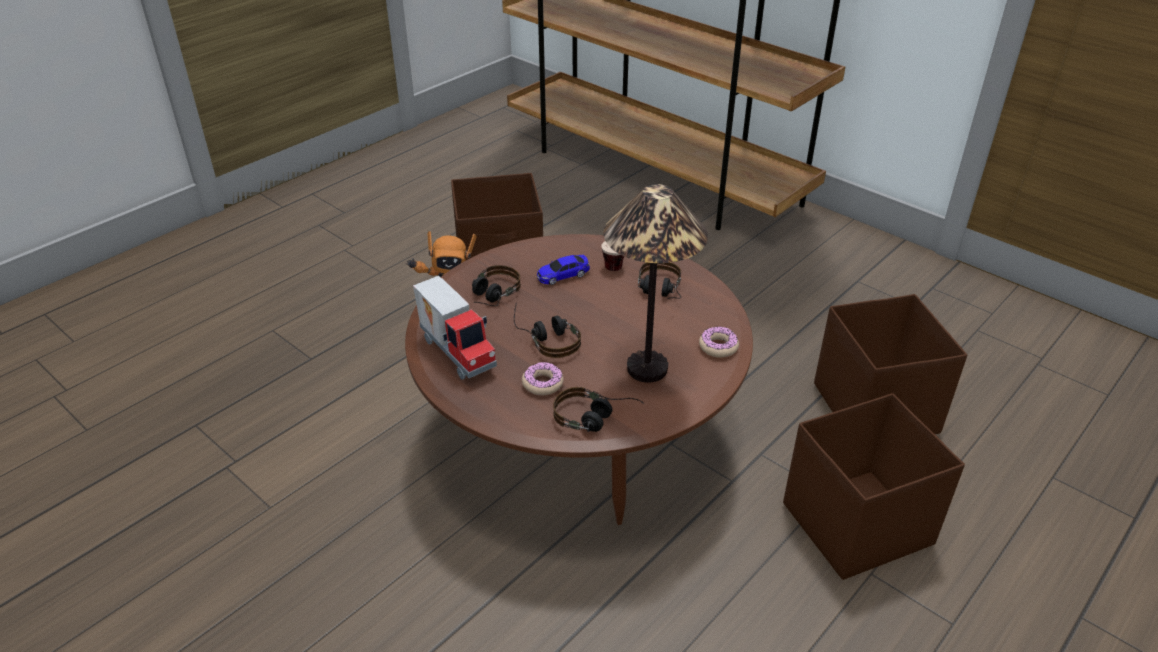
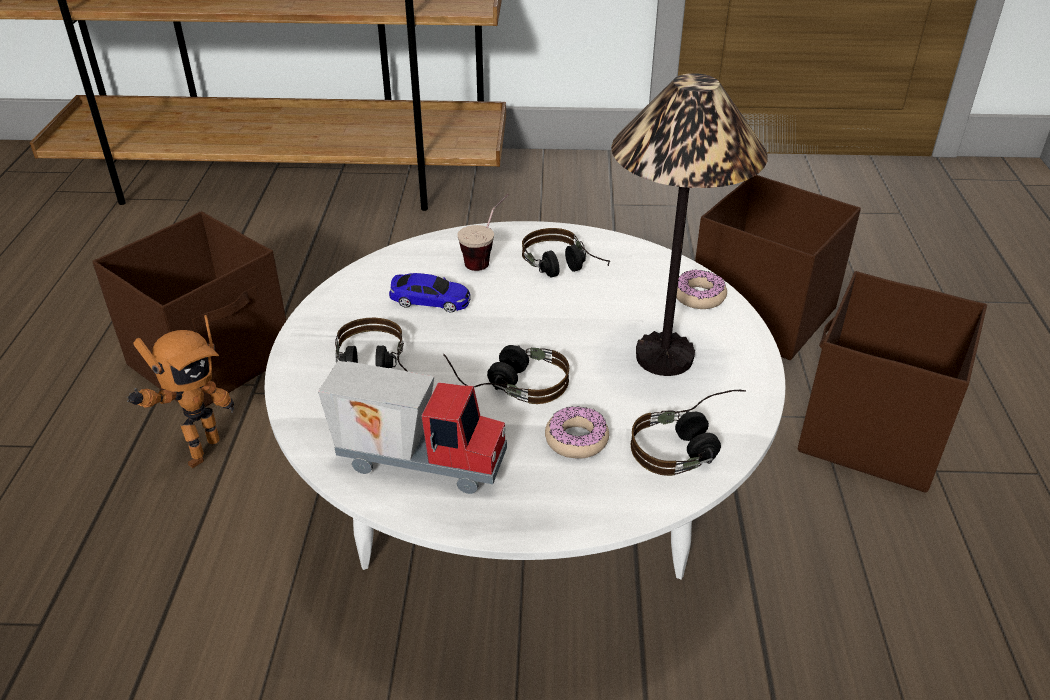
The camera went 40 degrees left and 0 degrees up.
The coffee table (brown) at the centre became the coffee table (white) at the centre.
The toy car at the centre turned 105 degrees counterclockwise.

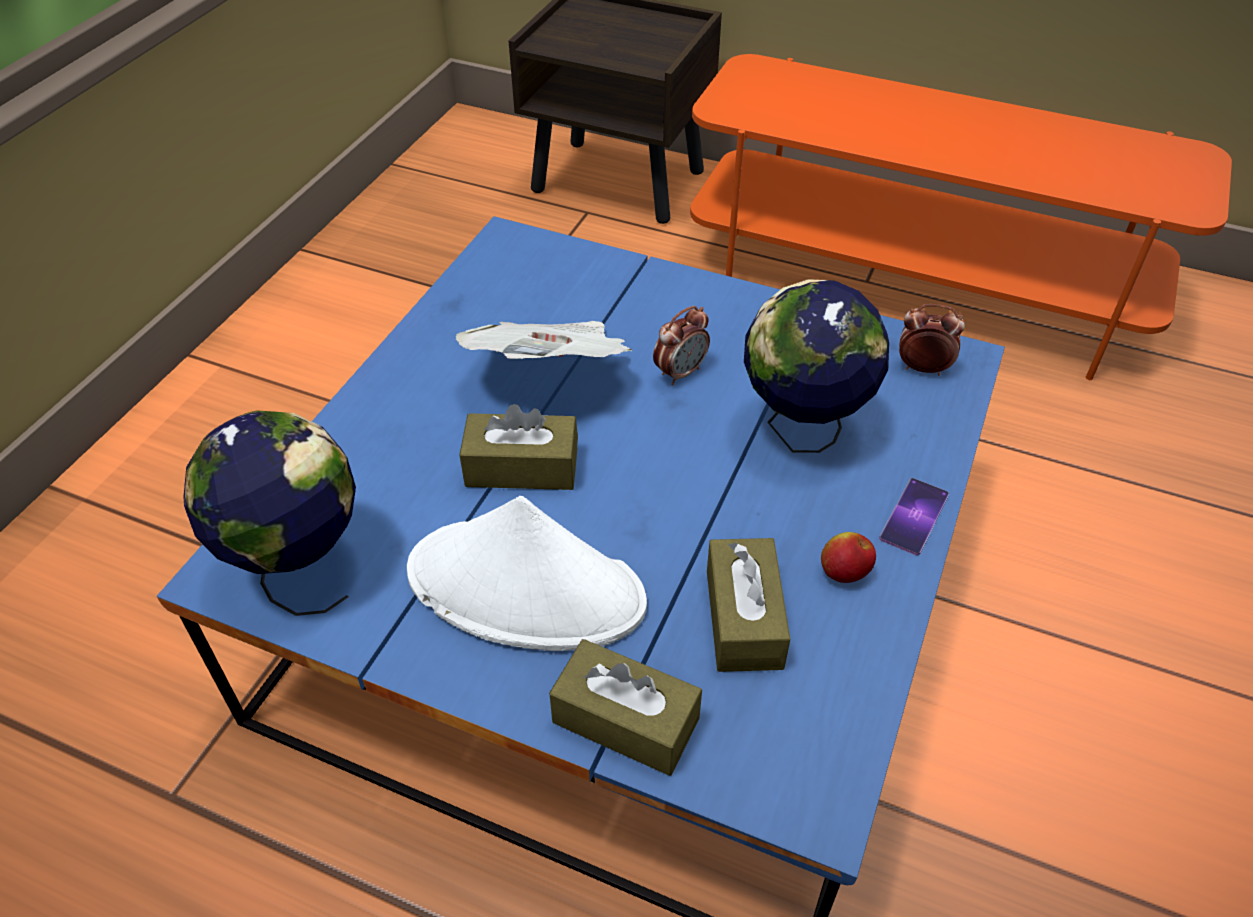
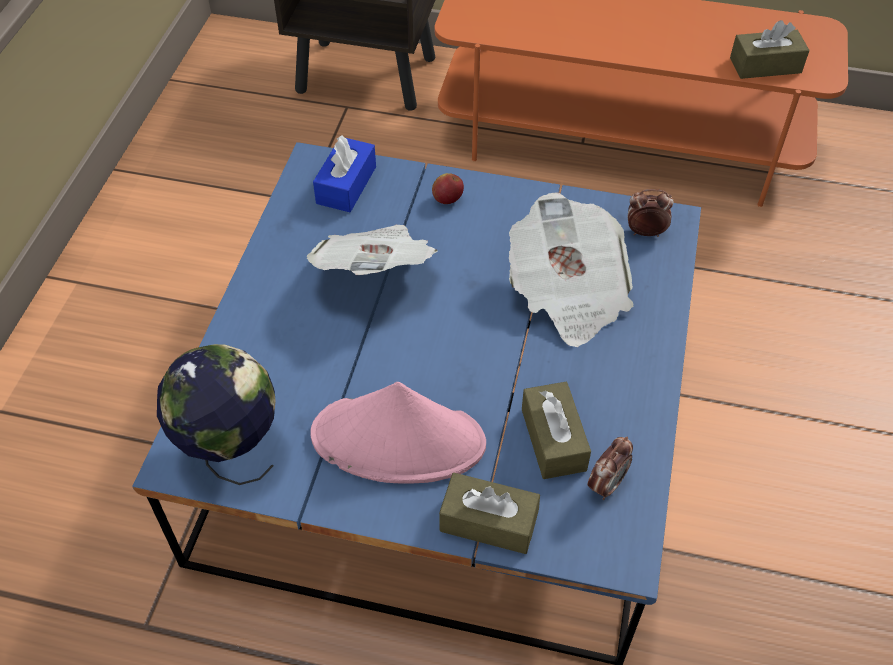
The camera went 10 degrees left and 5 degrees up.
The globe (2nd from left) at the centre was replaced by the newspaper (2nd from left) at the centre.
The alarm clock (1st from left) moved from the centre to the bottom right.
The tissue box (brown) (1st from left in the first image) moved from the centre to the top right.
The phone at the middle right disappeared.
The hat (white) at the centre became the hat (pink) at the centre.
The apple moved from the middle right to the top centre.
The tissue box (blue) at the top centre appeared.

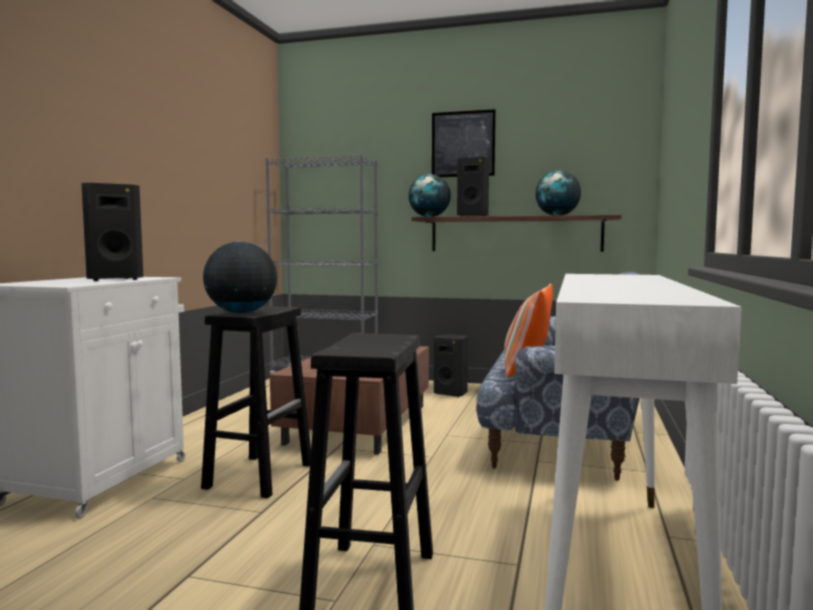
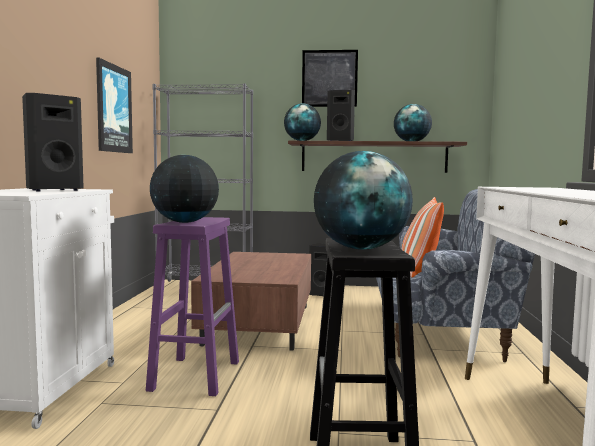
The camera went 10 degrees left and 0 degrees up.
The stool (black) (1st from left) at the middle left became the stool (purple) at the bottom left.
The picture (1st from left) at the top left appeared.
The globe (3rd from left) at the centre appeared.

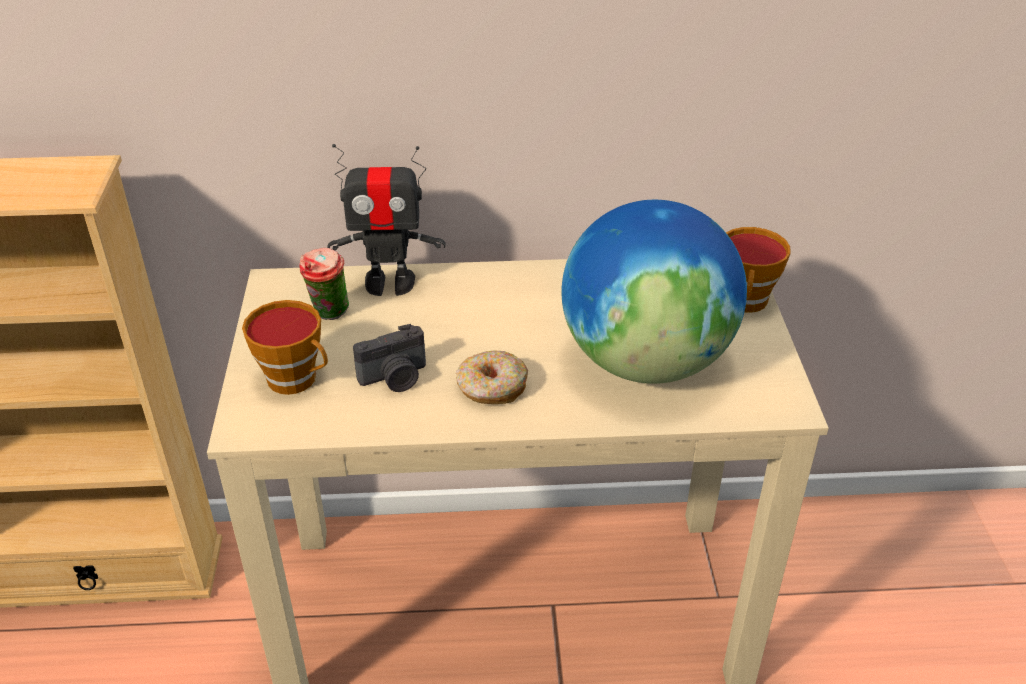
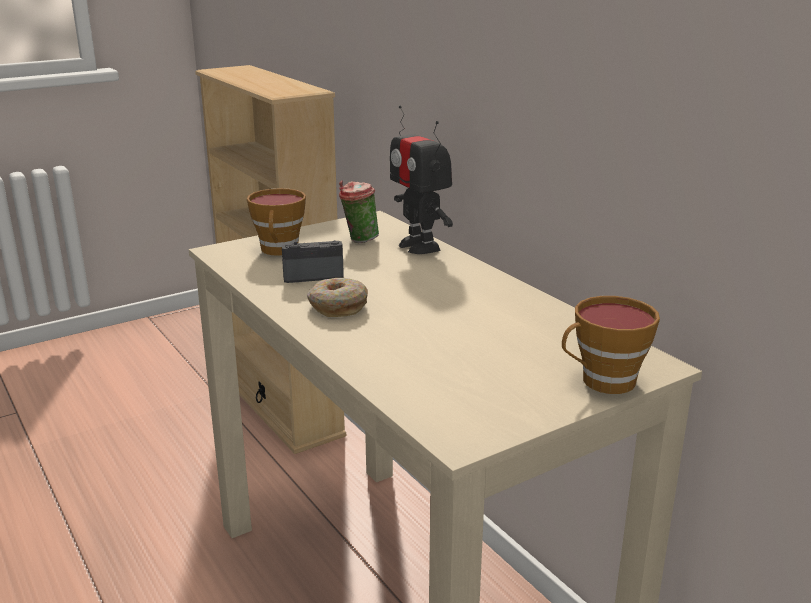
The camera went 60 degrees right and 15 degrees down.
The globe at the centre disappeared.
The photo camera at the centre turned 135 degrees clockwise.

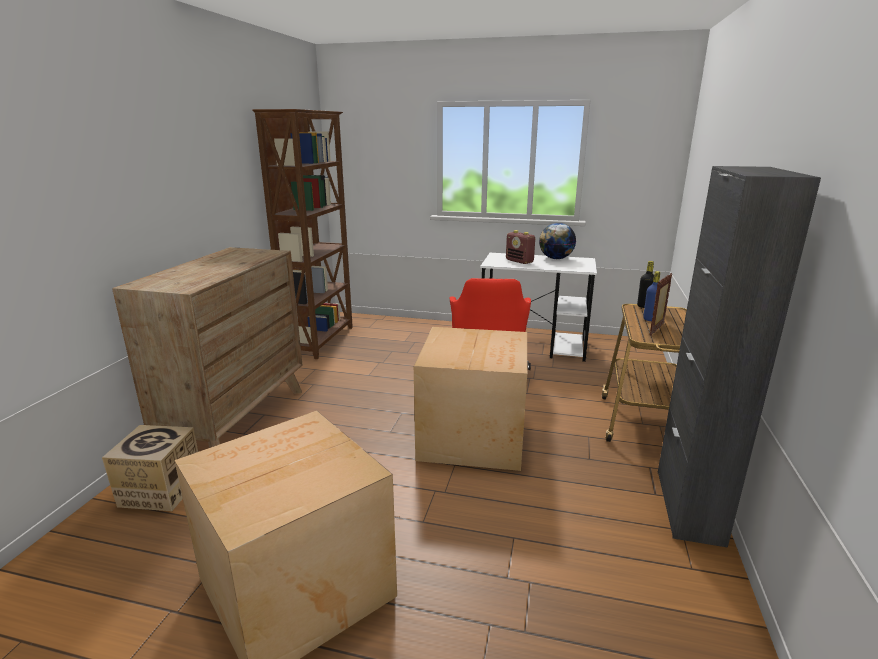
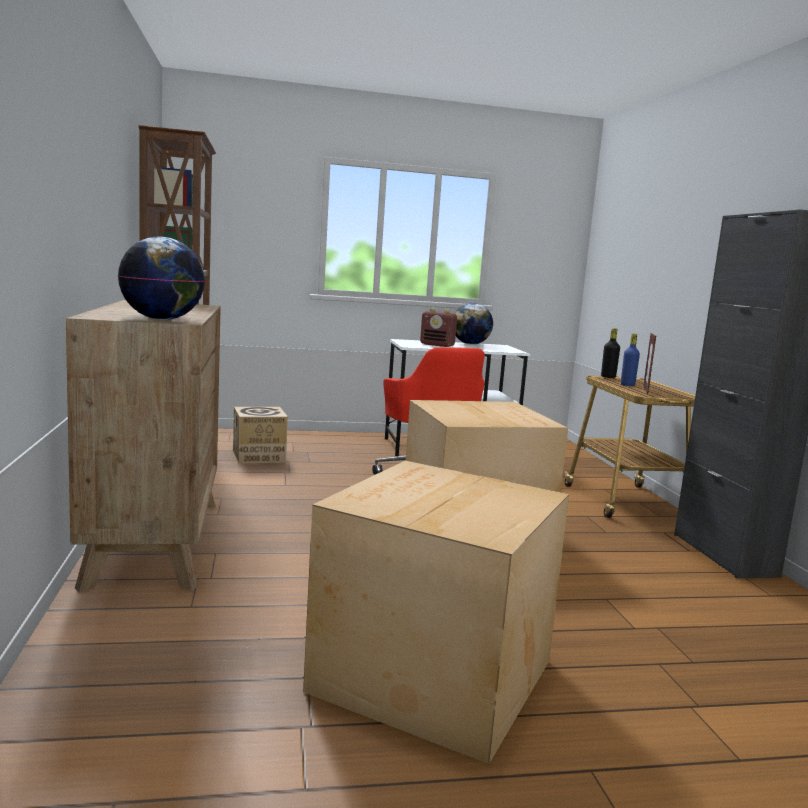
The camera went 25 degrees left and 10 degrees down.
The cardboard box (1st from left) moved from the bottom left to the middle left.
The globe (1st from left) at the middle left appeared.

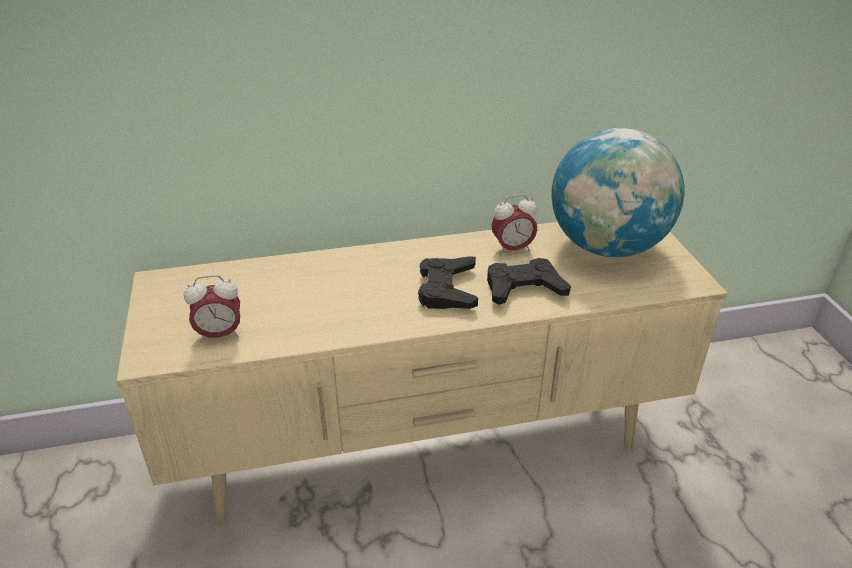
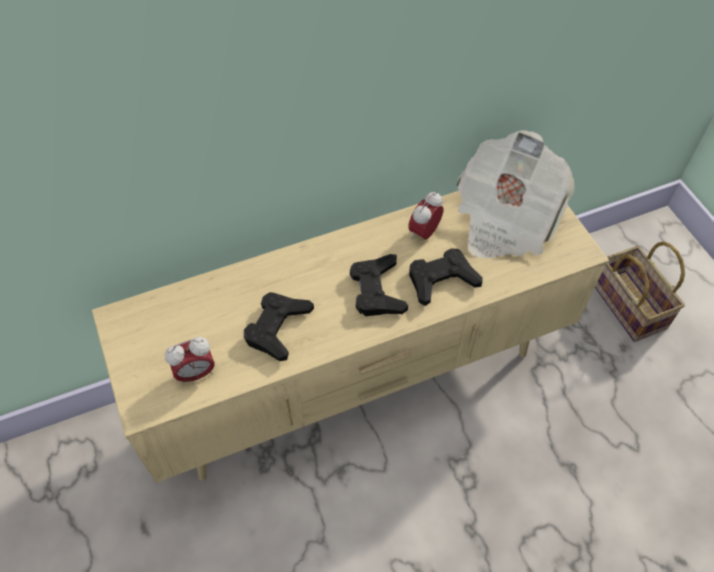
The camera went 10 degrees left and 20 degrees up.
The globe at the middle right was replaced by the newspaper at the middle right.
The alarm clock (2nd from left) at the centre turned 150 degrees clockwise.
The basket at the middle right appeared.
The game controller (black) (1st from left) at the centre appeared.

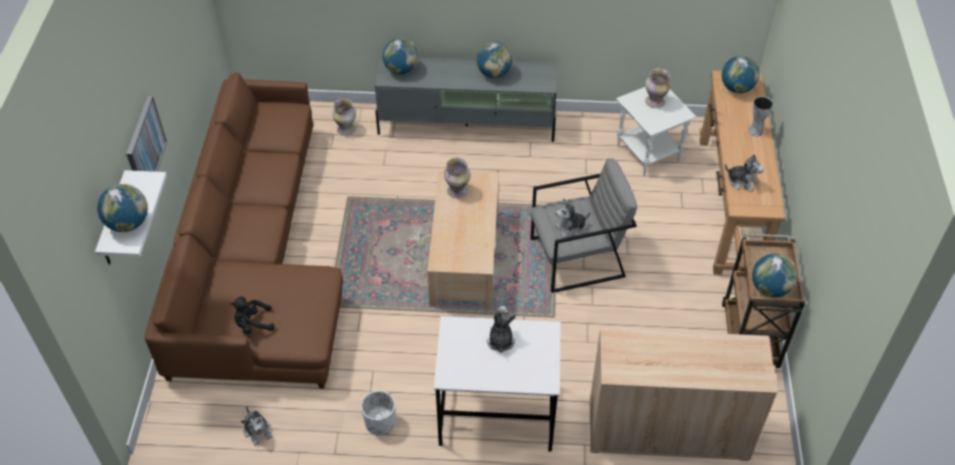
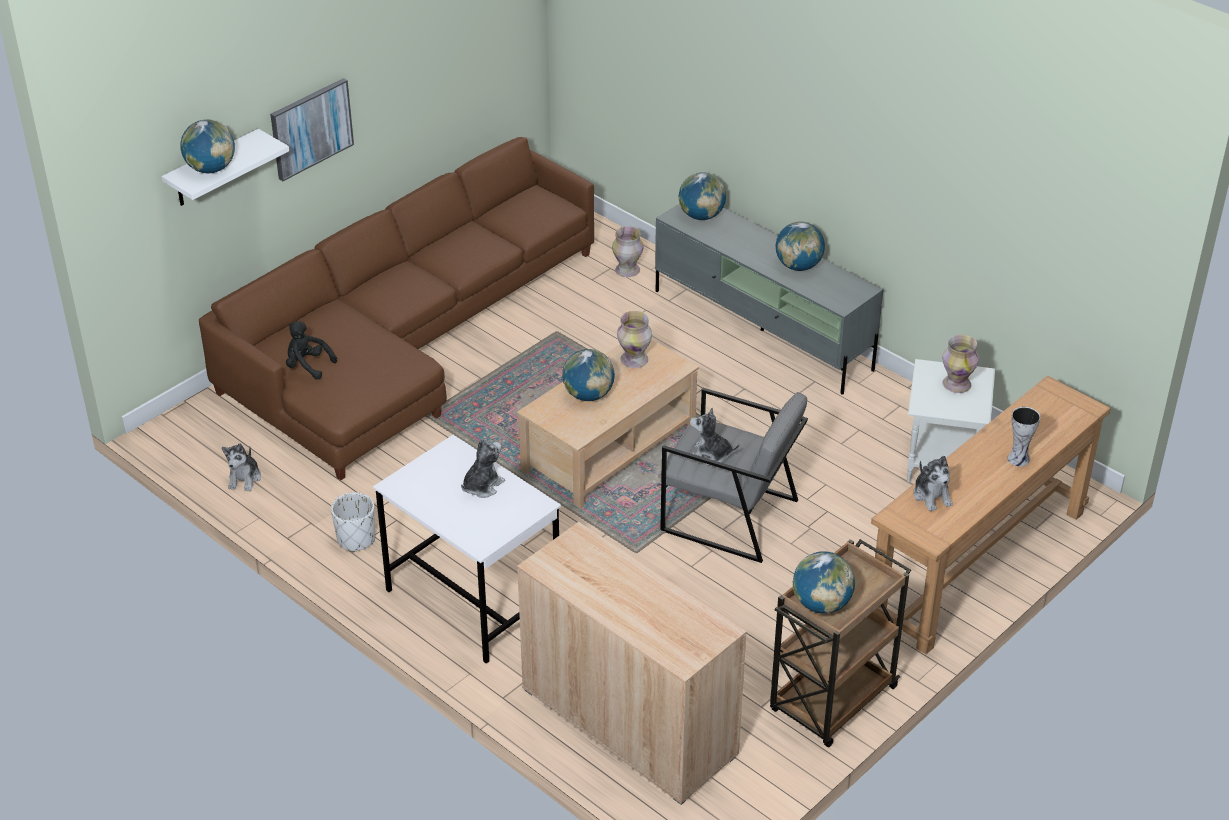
The camera went 40 degrees right and 10 degrees down.
The globe (4th from left in the first image) moved from the top right to the centre.

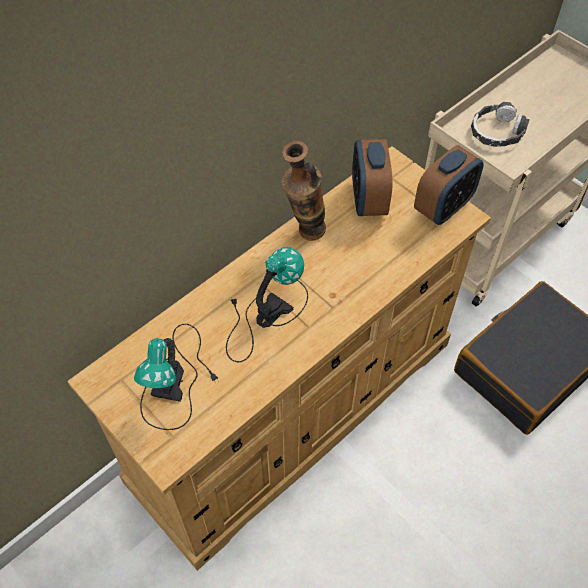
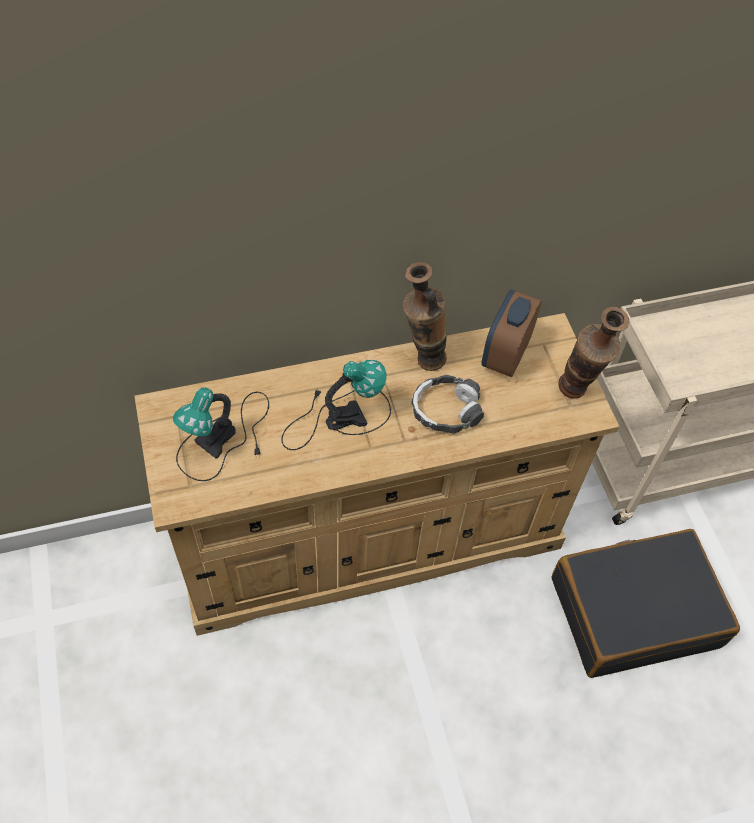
The camera went 25 degrees right and 0 degrees up.
The headphones moved from the top right to the centre.
The alarm clock (2nd from left) at the top right was replaced by the vase (2nd from left) at the middle right.

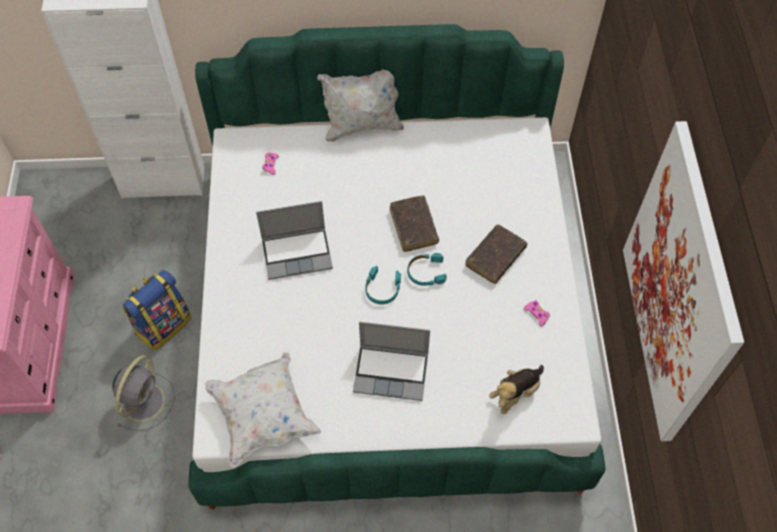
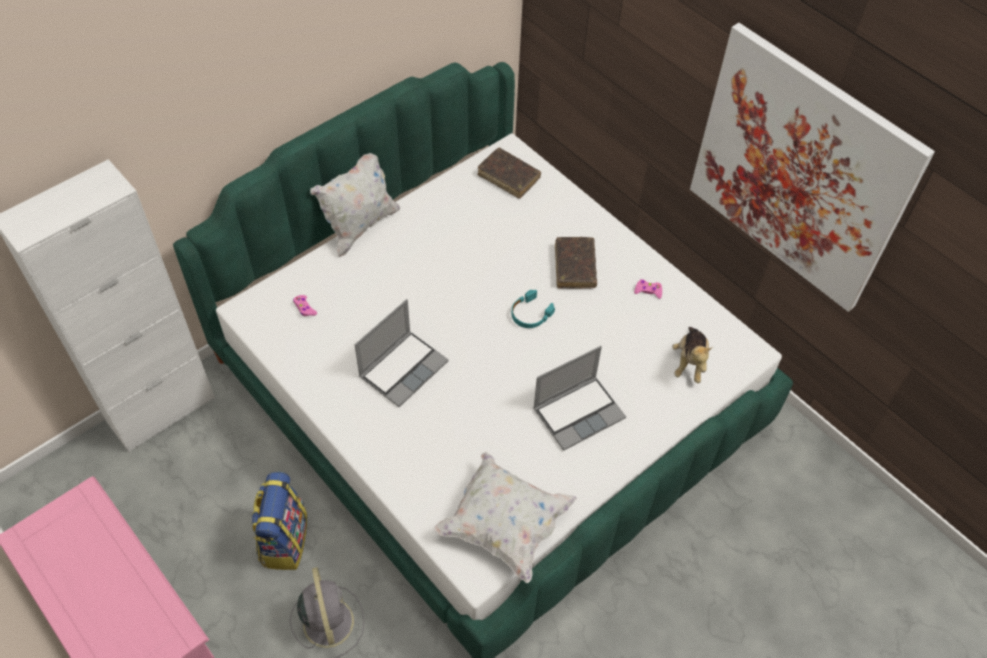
The camera went 40 degrees left and 5 degrees down.
The book (brown) (1st from left) moved from the centre to the top centre.
The headphones (turquoise) (1st from left) at the centre disappeared.

